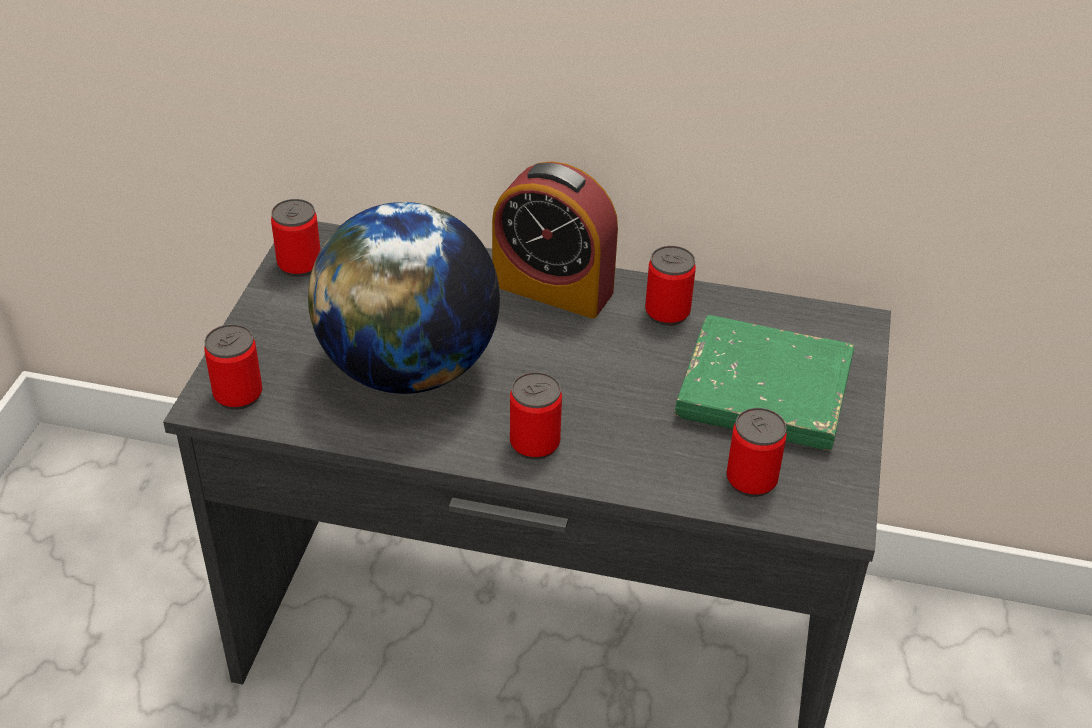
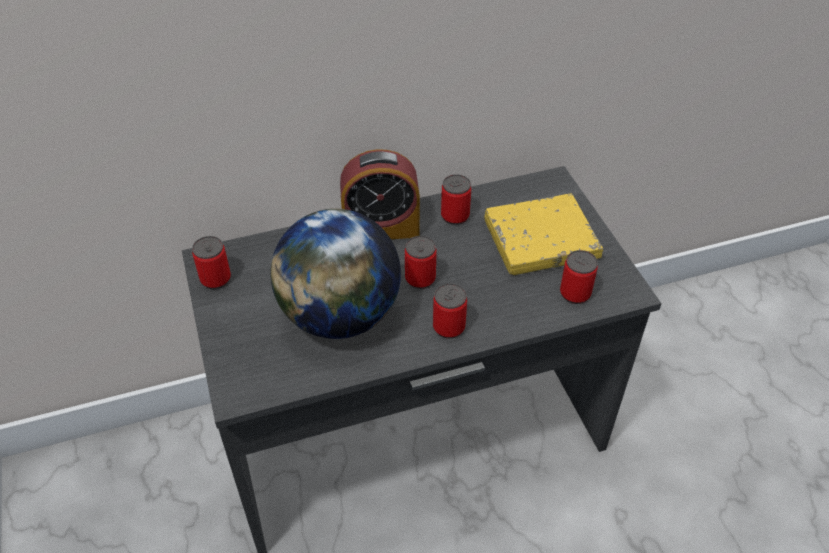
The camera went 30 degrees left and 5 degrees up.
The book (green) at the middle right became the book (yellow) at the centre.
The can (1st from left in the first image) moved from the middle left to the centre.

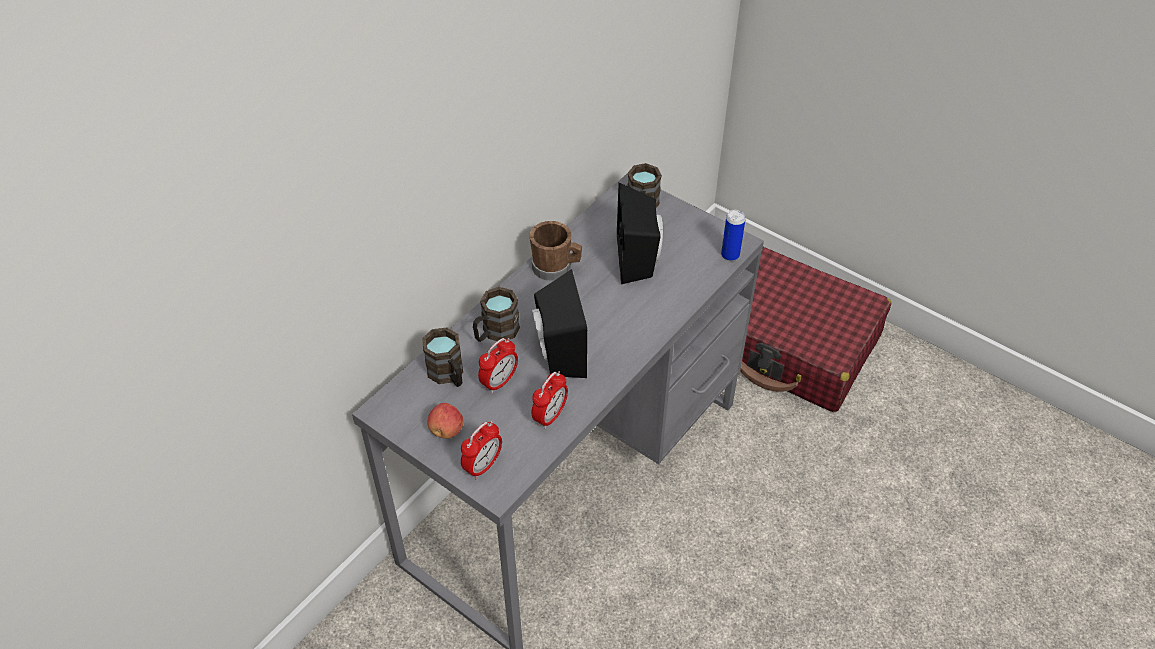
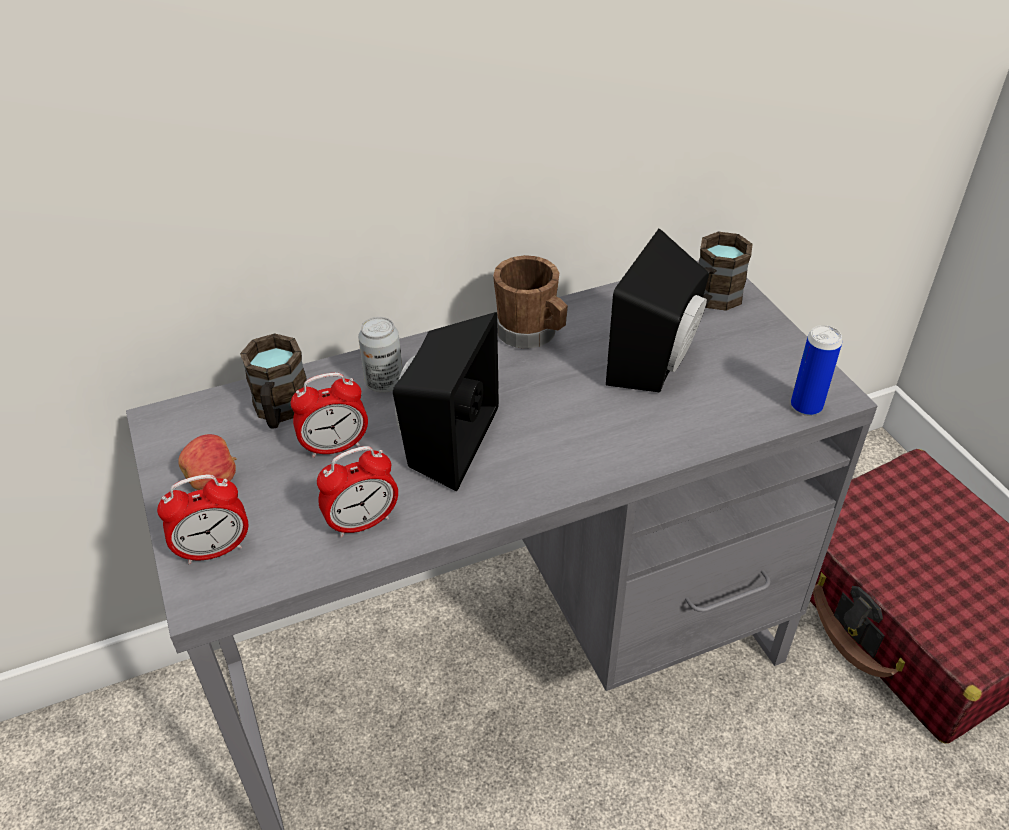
The camera went 30 degrees right and 5 degrees down.
The mug (brown) (2nd from left) at the centre was replaced by the can (1st from left) at the centre.

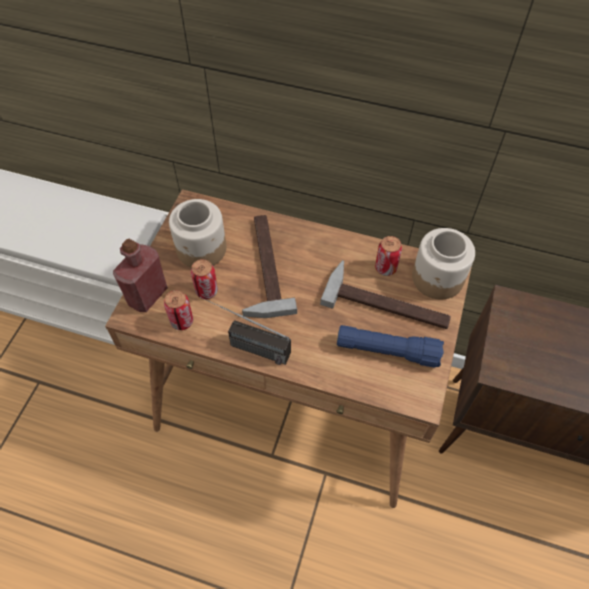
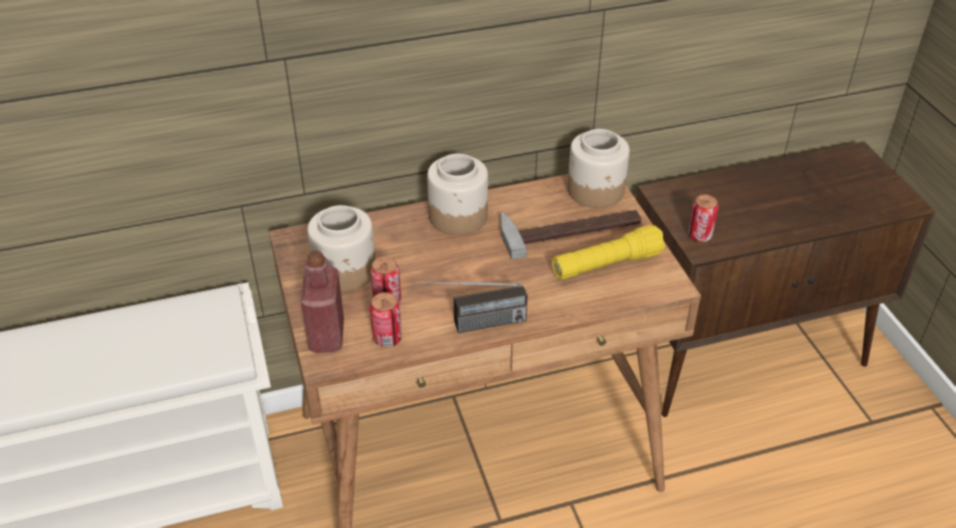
The camera went 35 degrees left and 15 degrees down.
The hammer (1st from left) at the centre disappeared.
The can (3rd from left) moved from the centre to the middle right.
The flashlight (blue) at the centre became the flashlight (yellow) at the centre.
The jar (2nd from left) at the centre appeared.

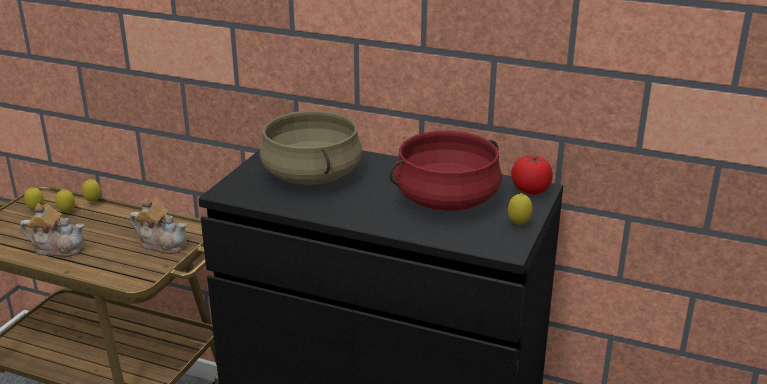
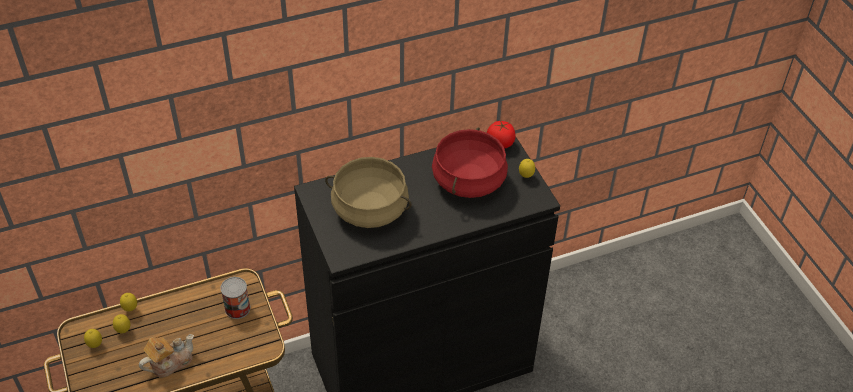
The camera went 45 degrees left and 20 degrees up.
The teapot (2nd from left) at the middle left was replaced by the can at the bottom left.

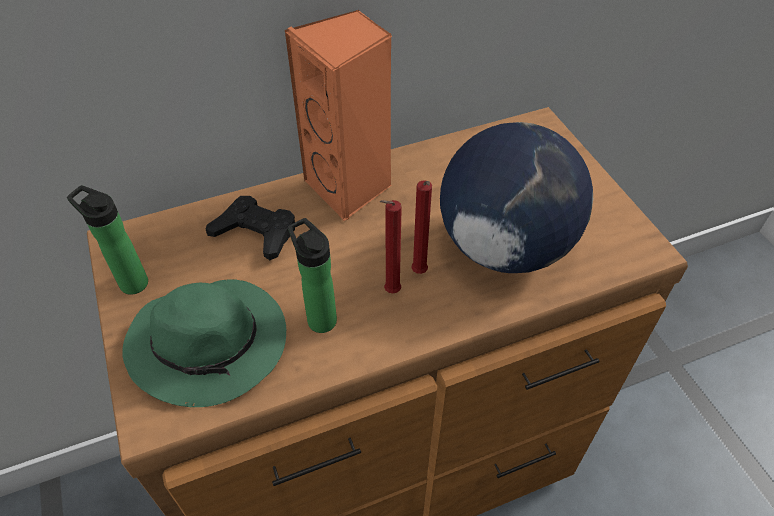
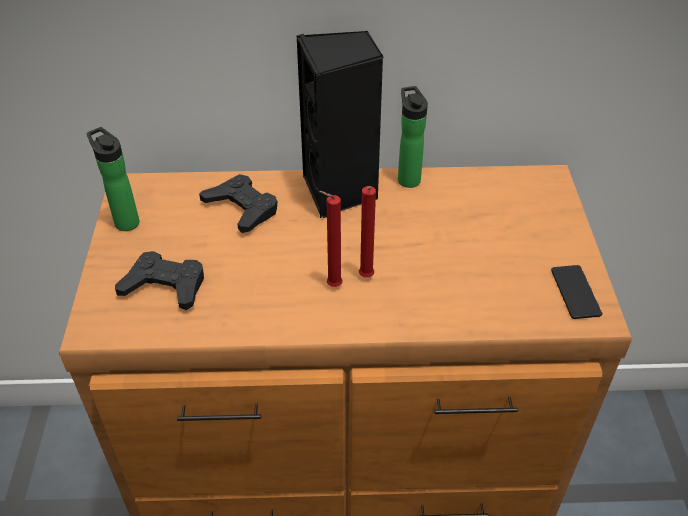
The camera went 20 degrees right and 5 degrees down.
The speaker (orange) at the top centre became the speaker (black) at the top centre.
The globe at the middle right disappeared.
The bottle (2nd from left) moved from the centre to the top centre.
The hat (green) at the middle left was replaced by the game controller (black) (1st from left) at the middle left.
The phone at the middle right appeared.

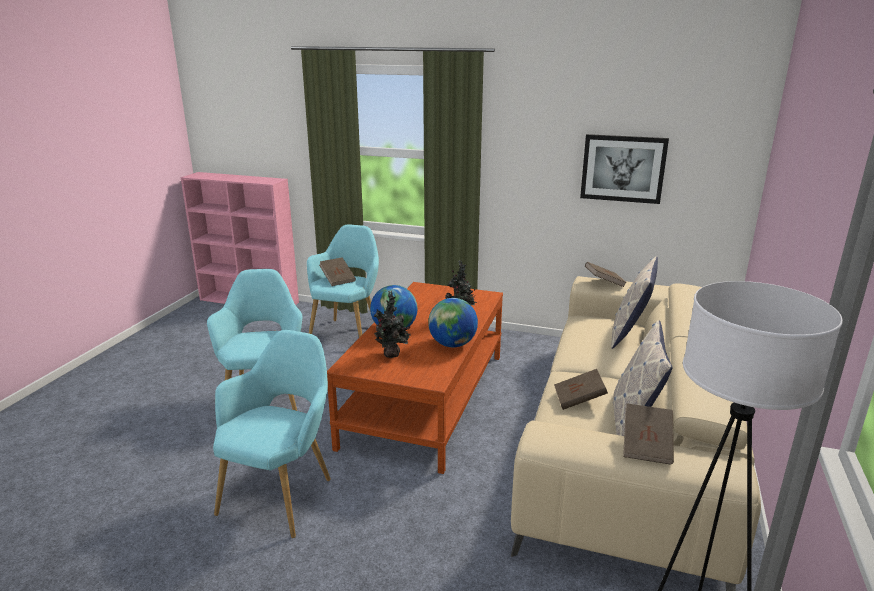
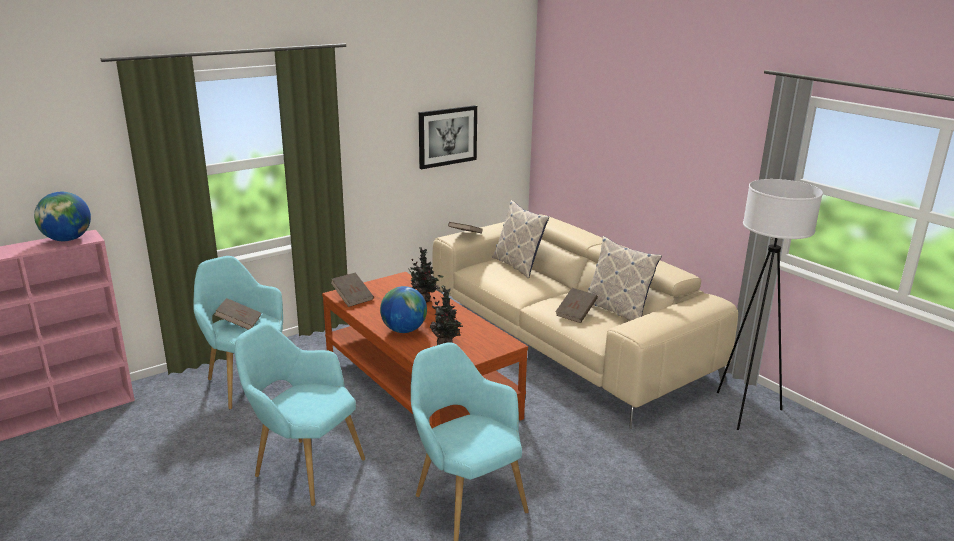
The camera went 55 degrees left and 0 degrees up.
The globe (2nd from left in the first image) moved from the centre to the middle left.
The book (brown) (4th from left in the first image) moved from the bottom right to the centre.

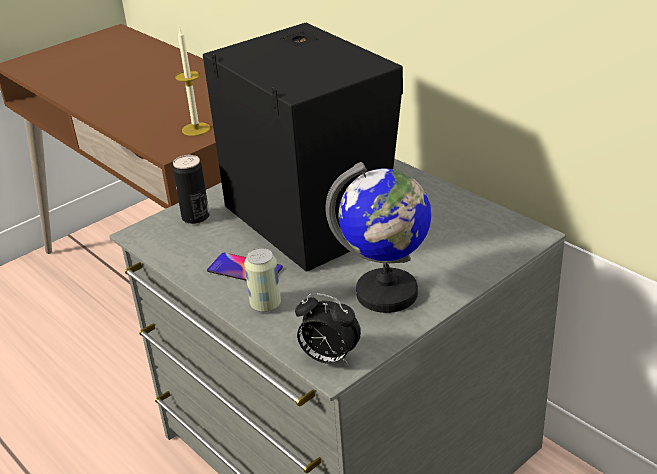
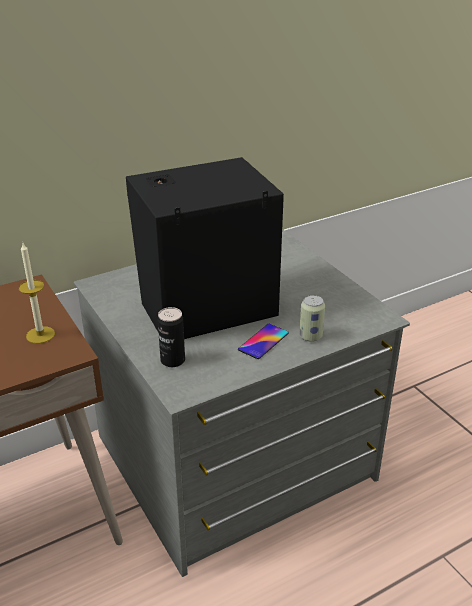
The camera went 80 degrees left and 0 degrees up.
The globe at the centre disappeared.
The alarm clock at the bottom centre disappeared.

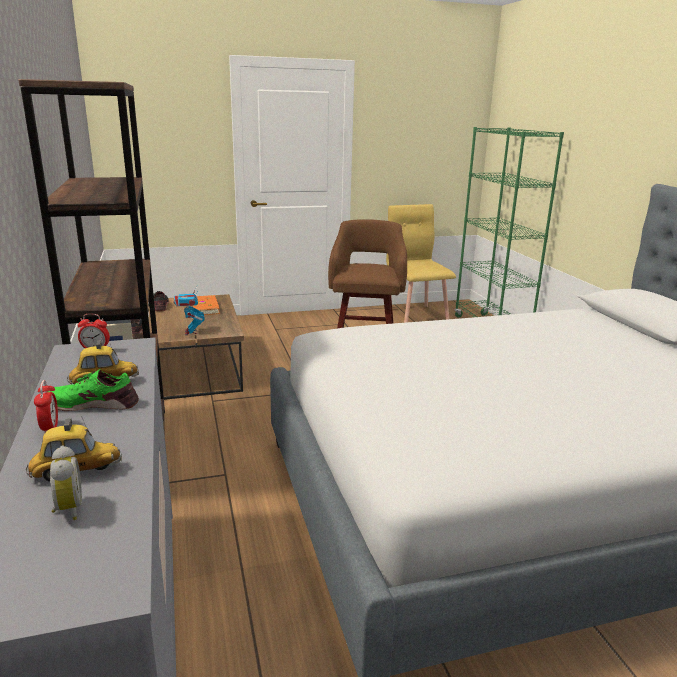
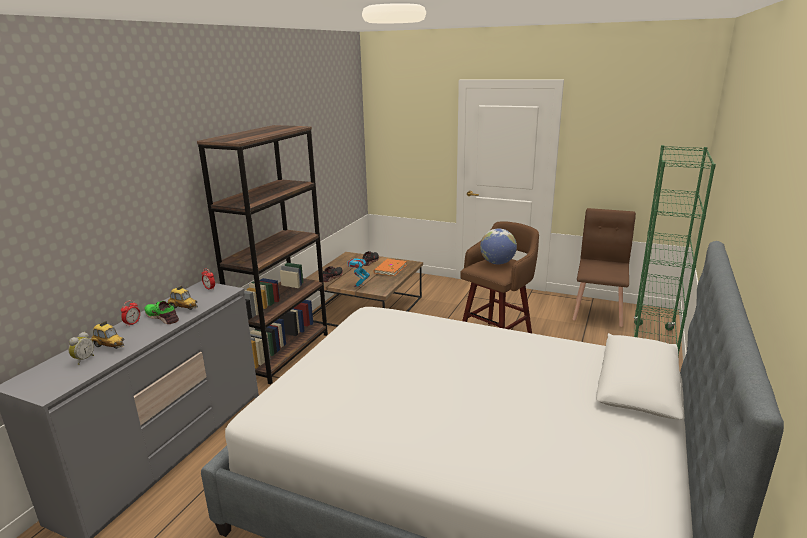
The camera went 40 degrees right and 0 degrees up.
The chair (yellow) at the centre became the chair (brown) at the middle right.
The globe at the centre appeared.

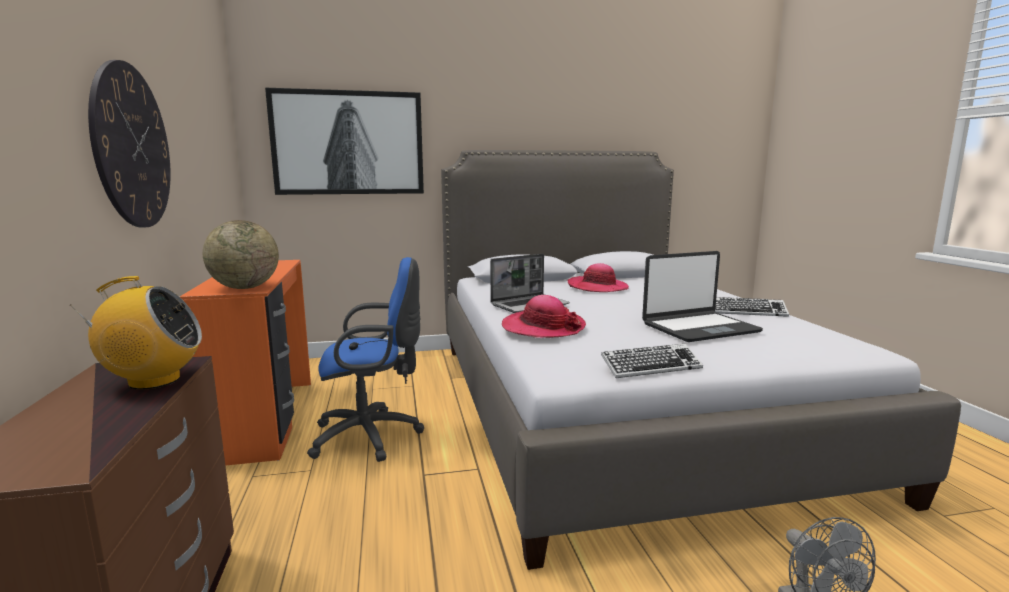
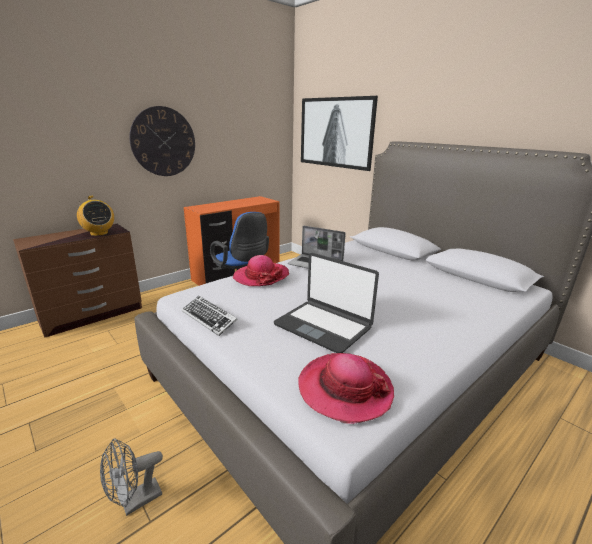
The camera went 60 degrees right and 10 degrees up.
The globe at the middle left disappeared.
The hat (2nd from left) moved from the centre to the bottom centre.
The keyboard (2nd from left) at the middle right disappeared.

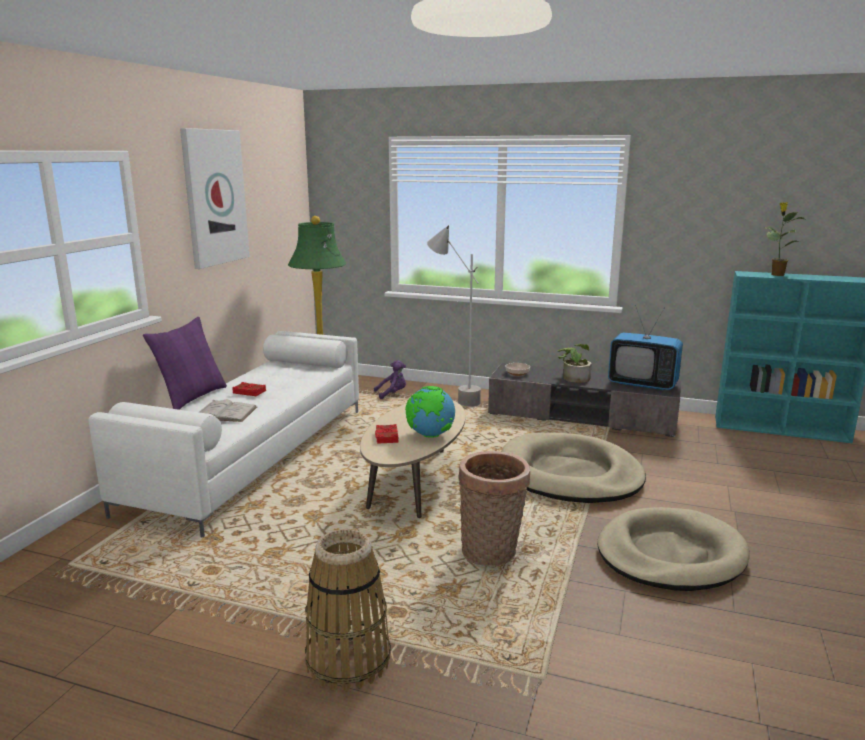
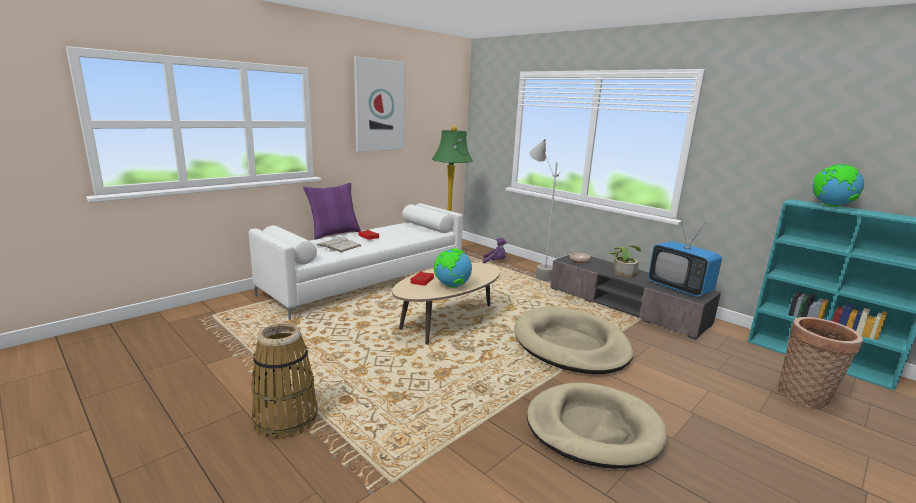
The camera went 25 degrees right and 0 degrees up.
The potted plant (2nd from left) at the top right was replaced by the globe (2nd from left) at the middle right.
The basket (2nd from left) moved from the bottom centre to the bottom right.

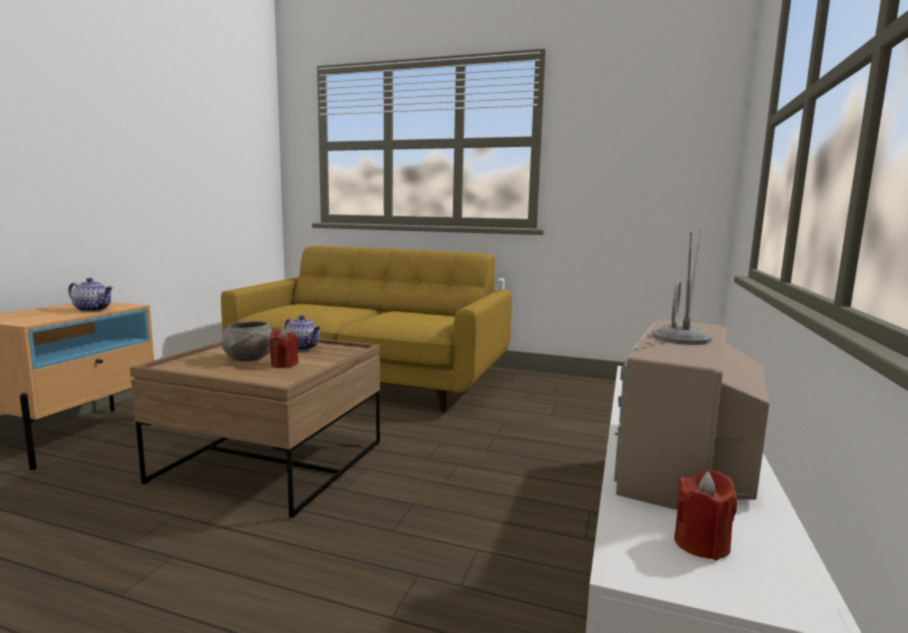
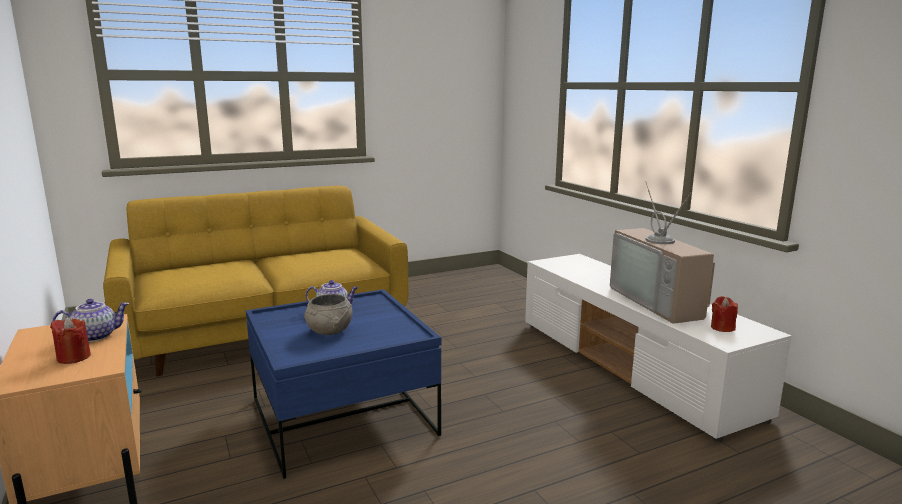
The camera went 45 degrees left and 5 degrees up.
The candle (red) (1st from left) moved from the middle left to the bottom left.
The coffee table (brown) at the bottom left became the coffee table (blue) at the bottom centre.

